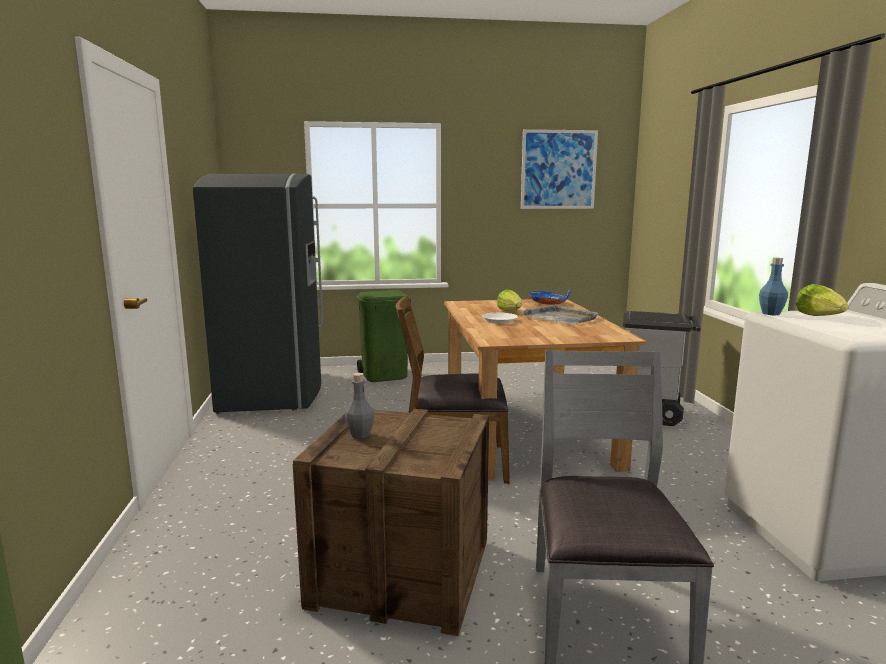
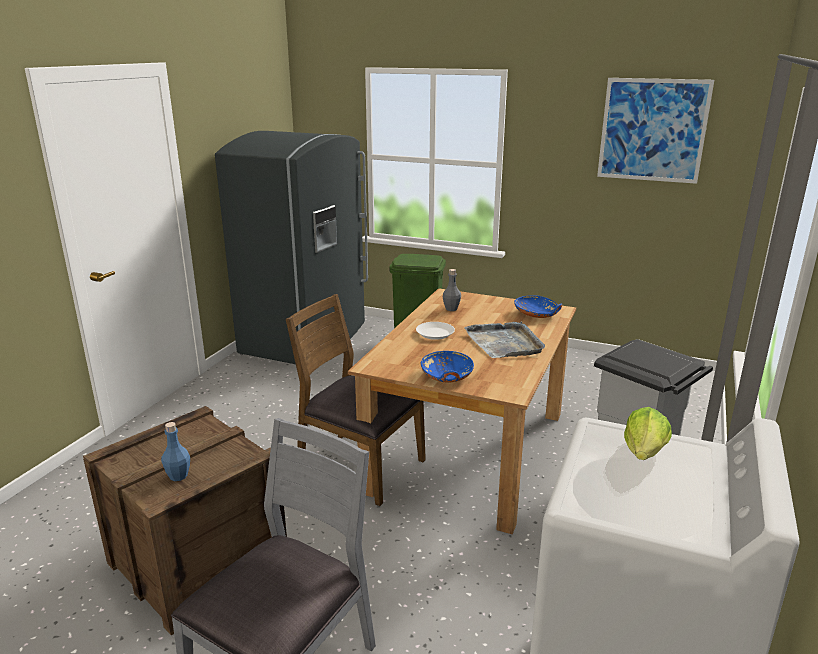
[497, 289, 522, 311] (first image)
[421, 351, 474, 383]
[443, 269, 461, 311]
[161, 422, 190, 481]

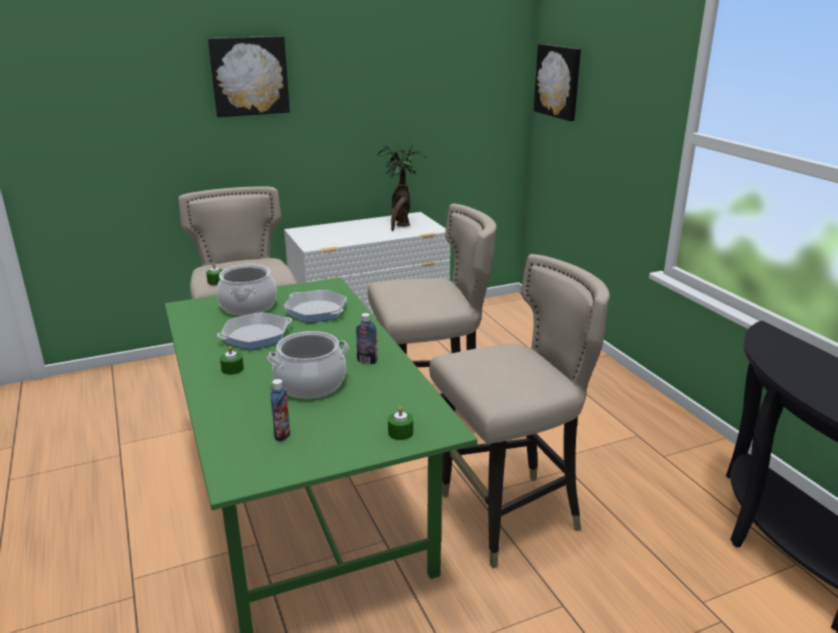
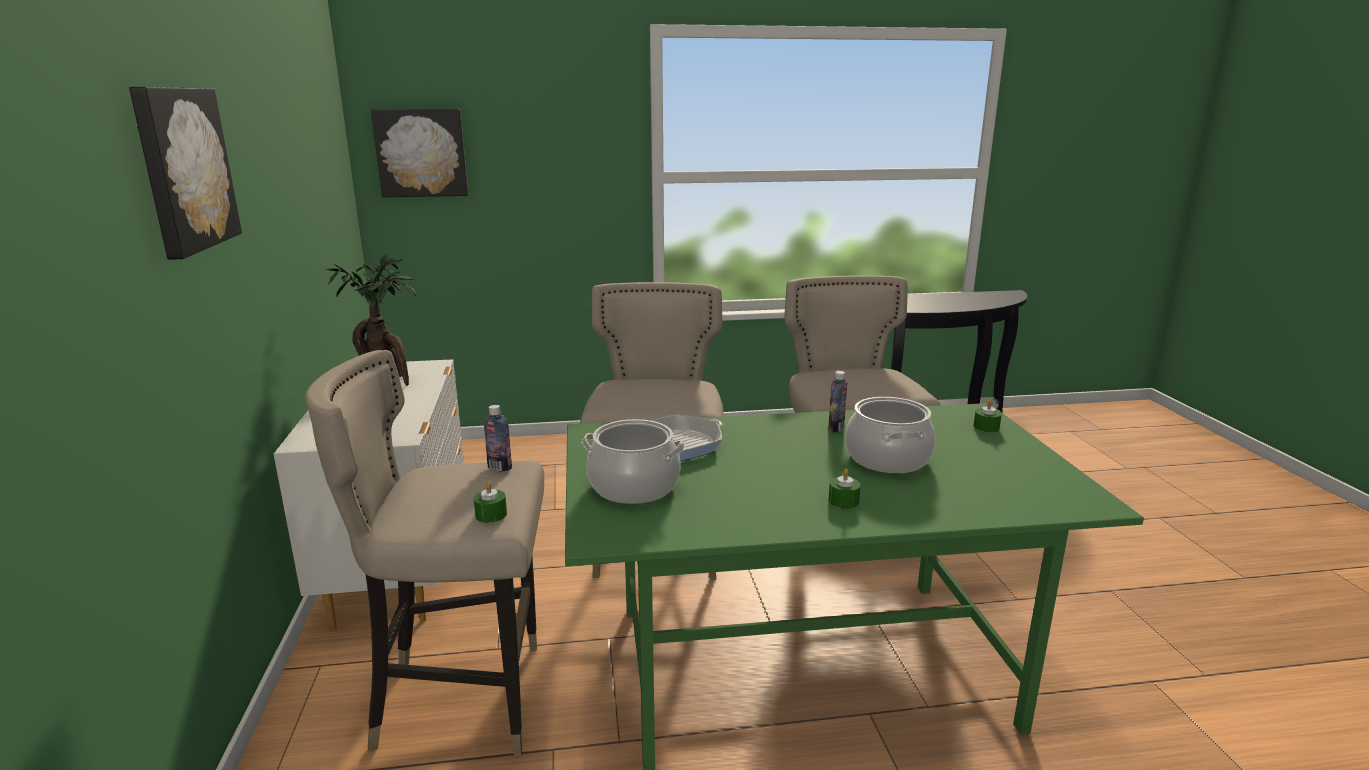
[217, 312, 292, 350] (first image)
[484, 405, 512, 471]

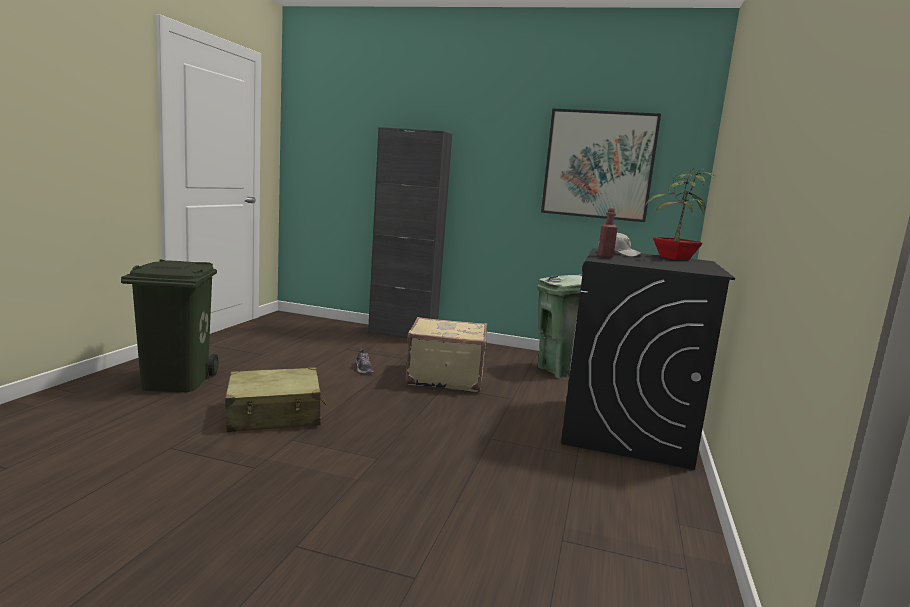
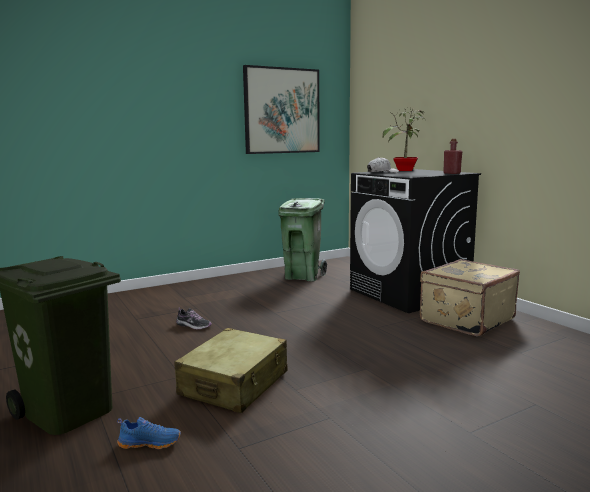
[368, 127, 452, 339] (first image)
[117, 417, 181, 449]
[420, 259, 520, 336]
[443, 139, 462, 174]

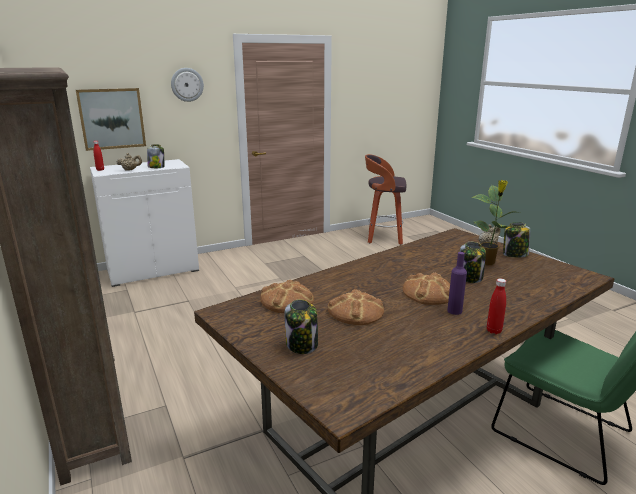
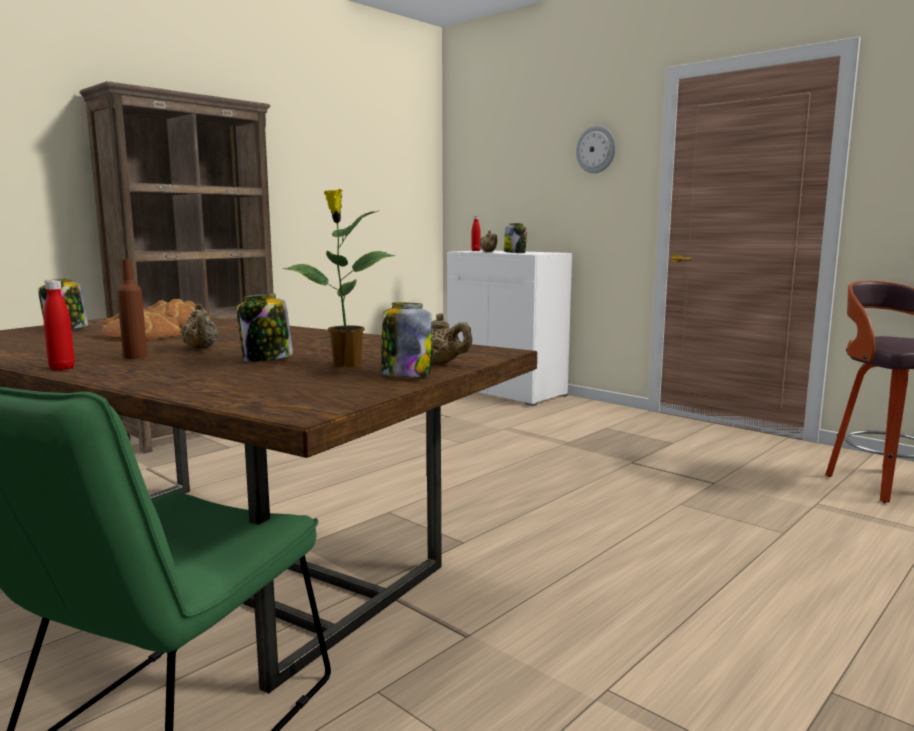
[76, 88, 146, 151] (first image)
[180, 304, 218, 349]
[117, 259, 147, 359]

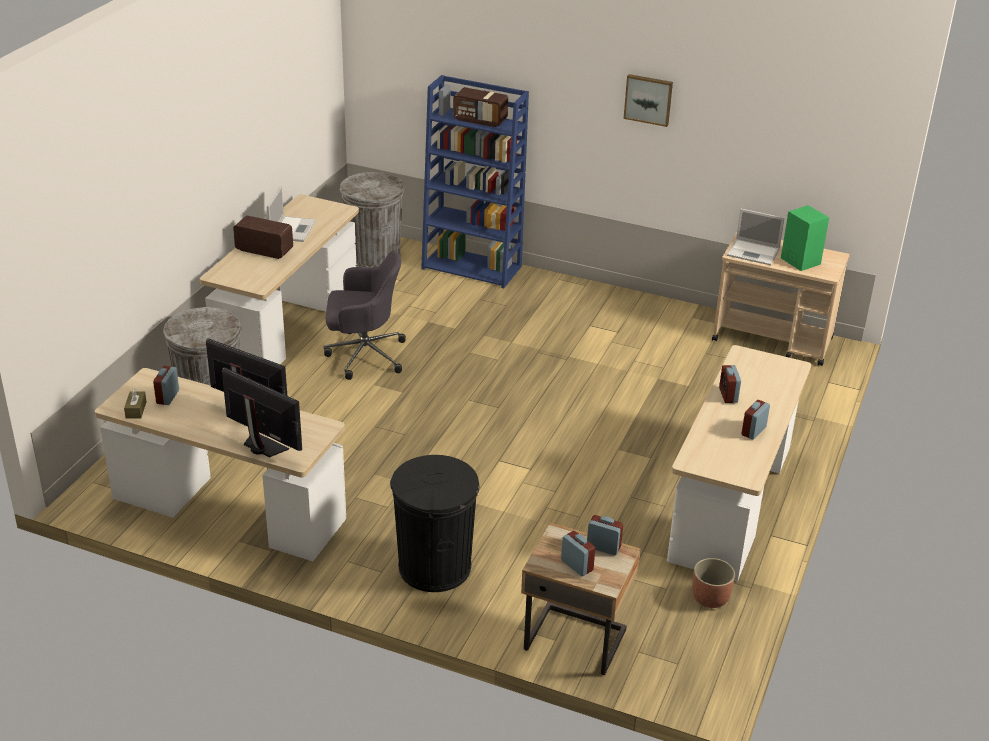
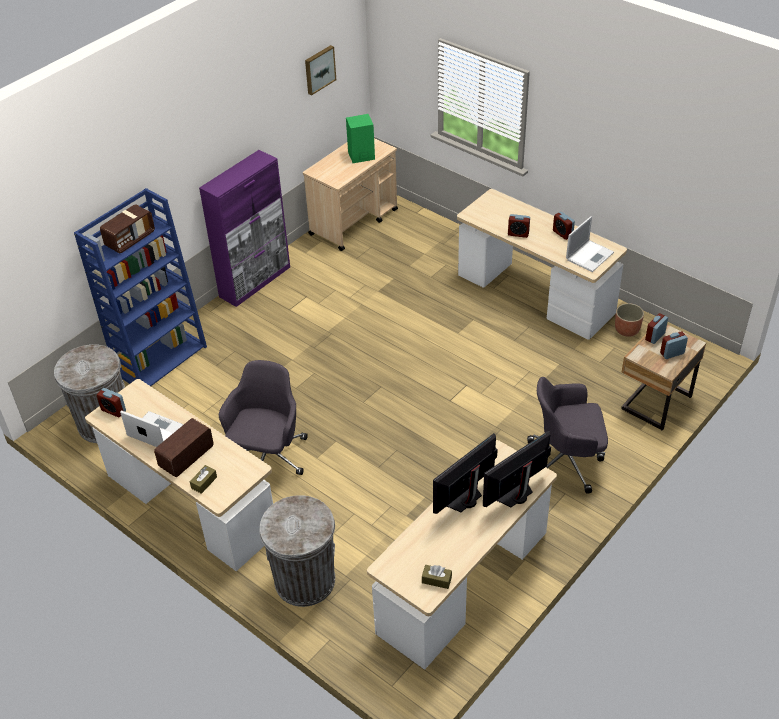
[190, 465, 217, 494]
[199, 150, 290, 307]
[97, 388, 126, 417]
[305, 45, 336, 95]
[566, 216, 614, 272]
[527, 377, 608, 494]

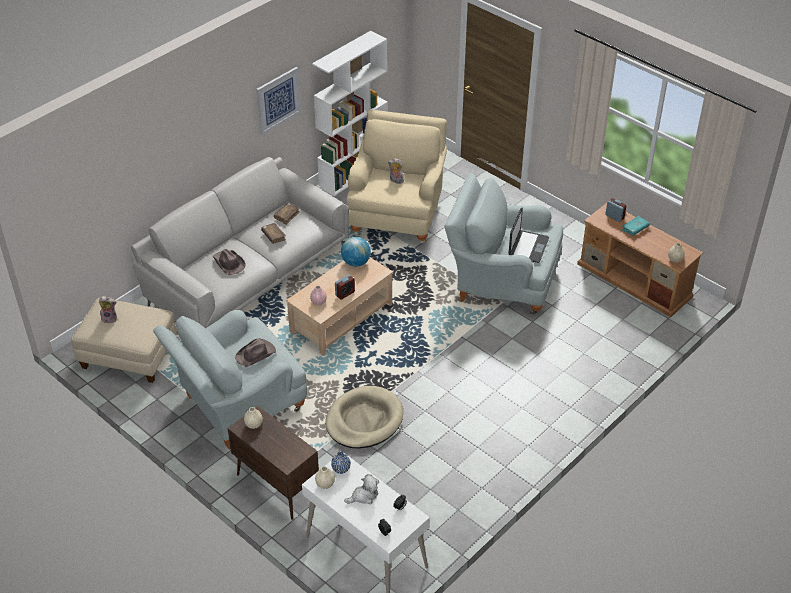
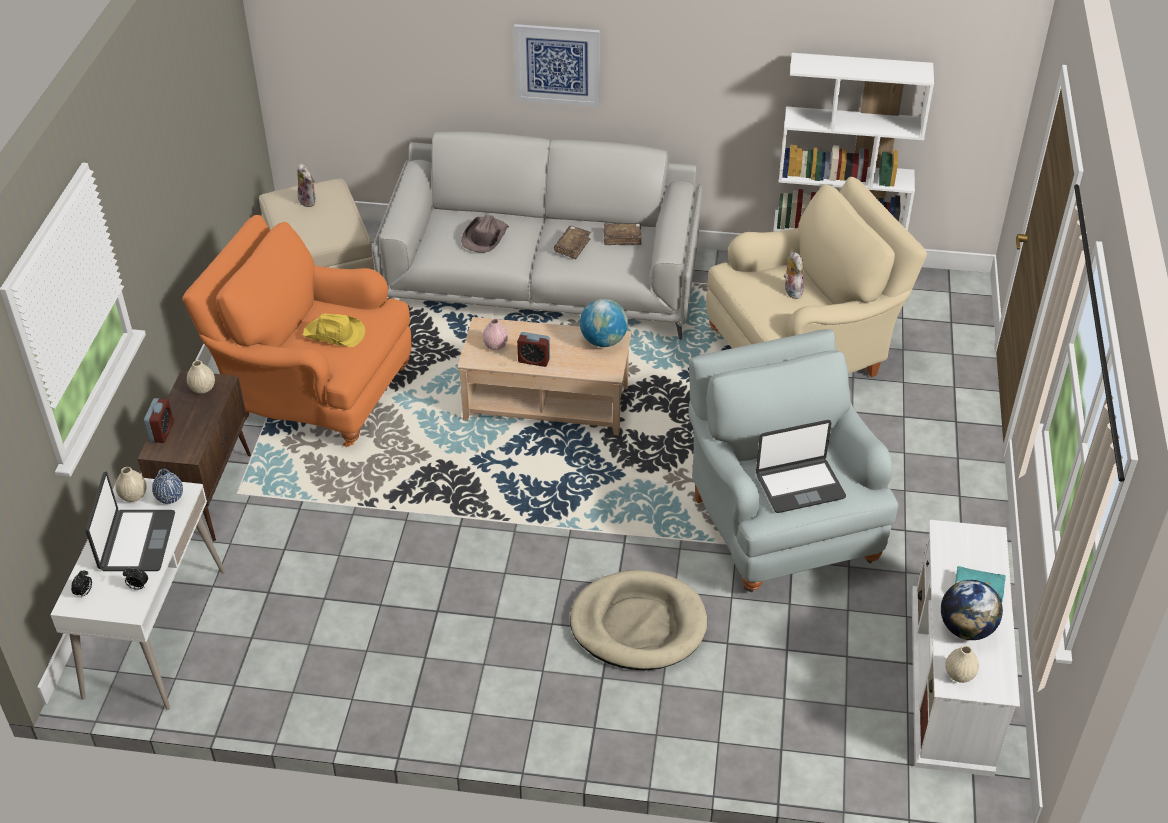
[941, 580, 1003, 640]
[514, 24, 600, 107]
[570, 570, 707, 670]
[144, 398, 174, 443]
[85, 472, 175, 571]
[182, 215, 412, 447]
[303, 313, 365, 347]
[912, 520, 1020, 777]

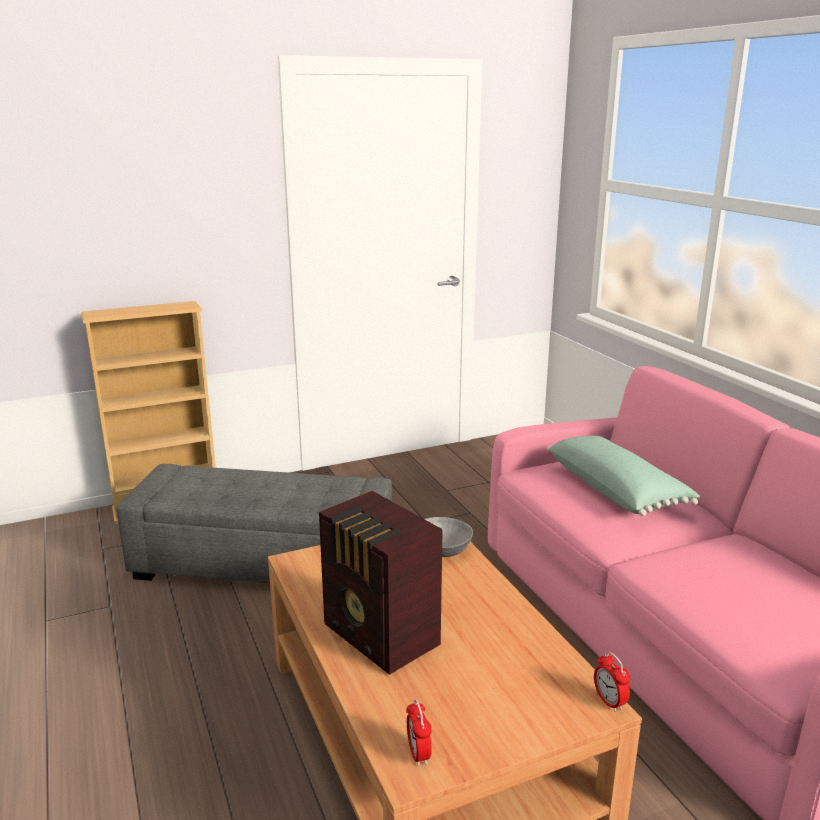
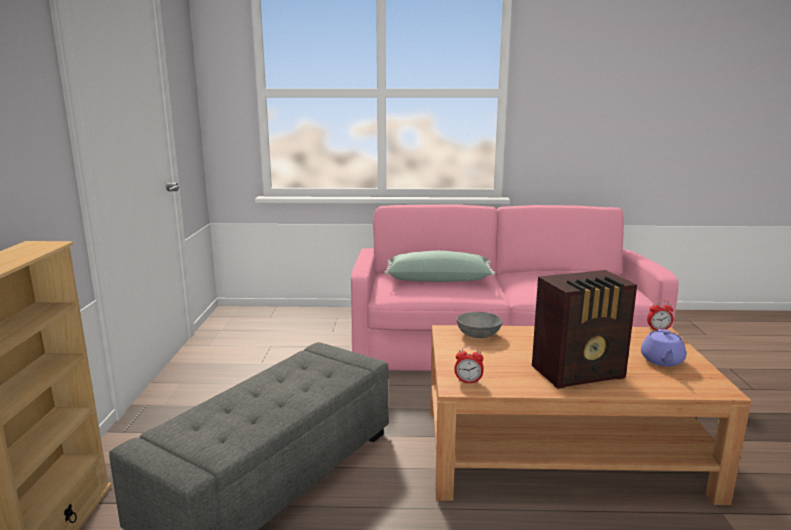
[641, 329, 686, 367]
[454, 346, 484, 384]

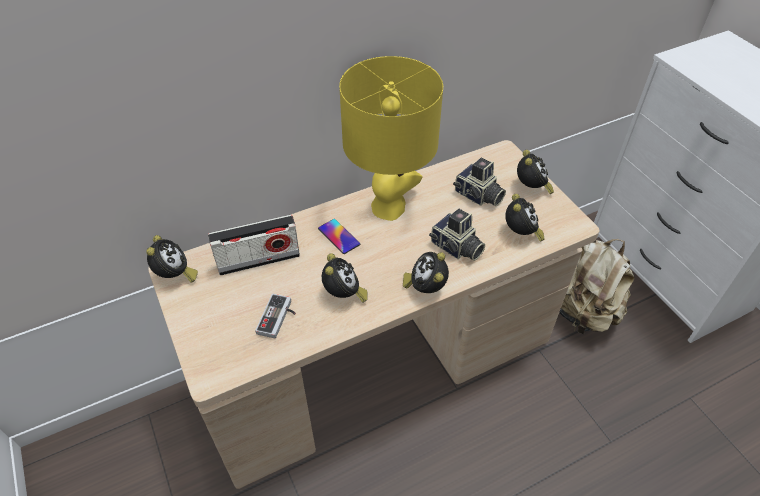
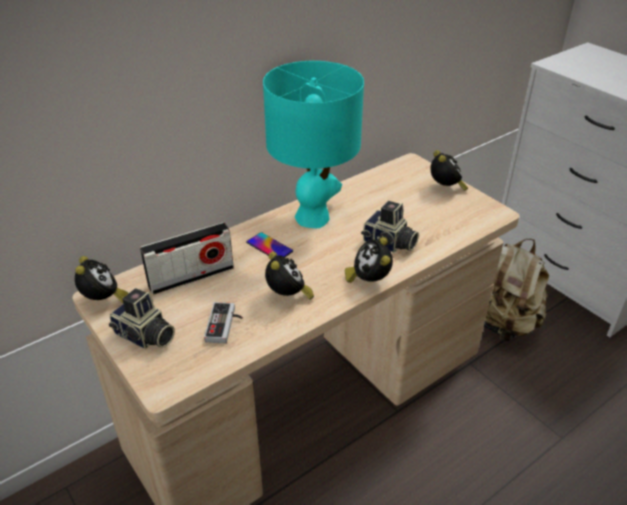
[505, 194, 545, 242] (first image)
[109, 288, 175, 349]
[263, 61, 364, 228]

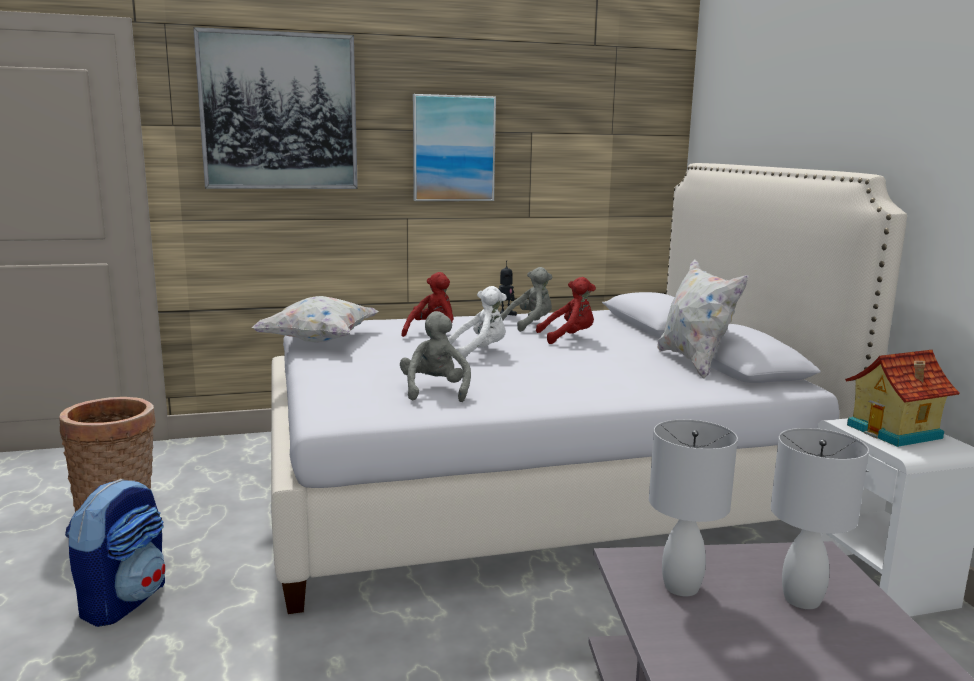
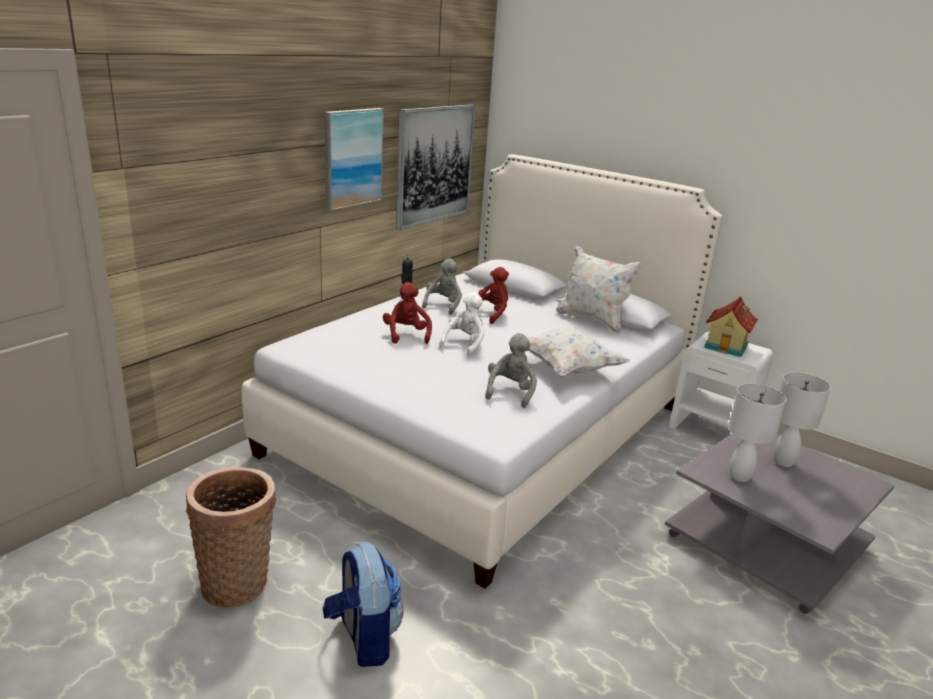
[396, 104, 475, 230]
[526, 328, 630, 378]
[485, 333, 537, 408]

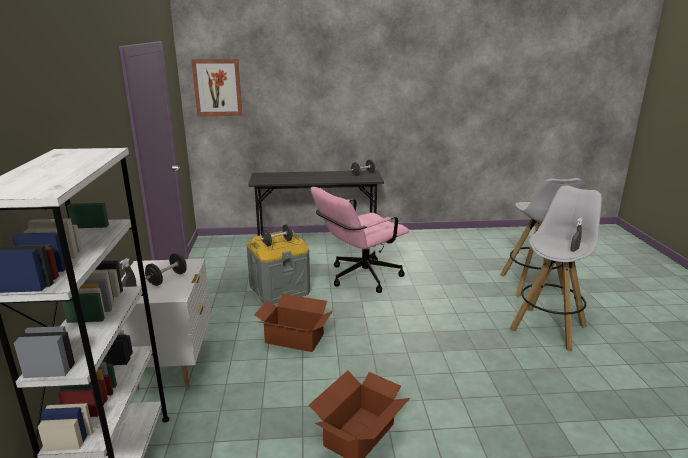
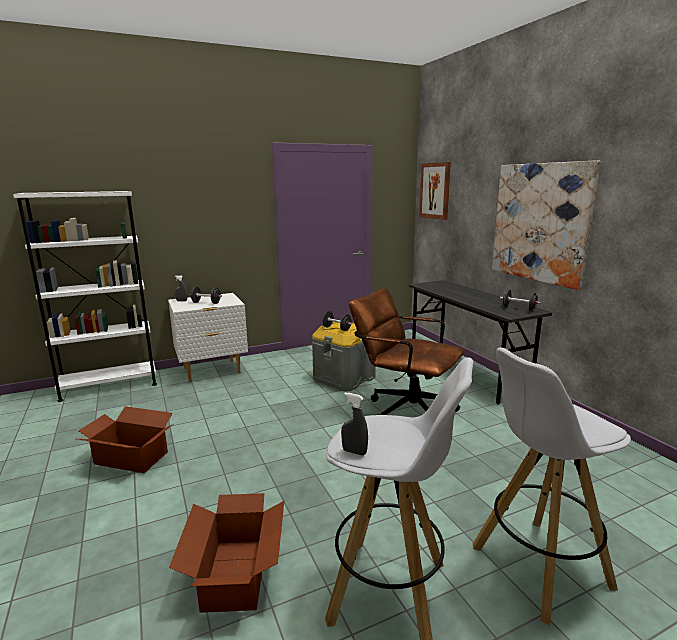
[492, 161, 601, 290]
[169, 493, 284, 613]
[349, 287, 465, 415]

